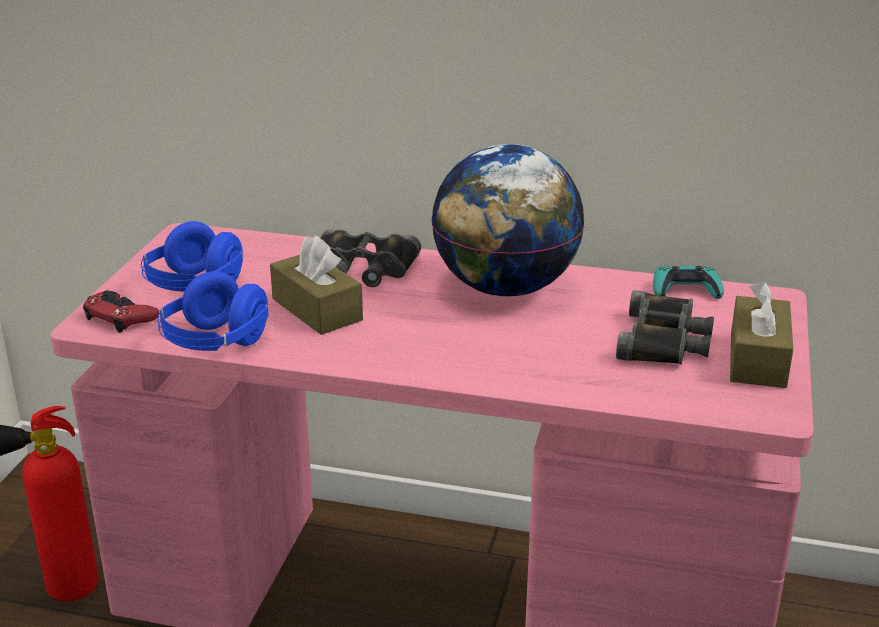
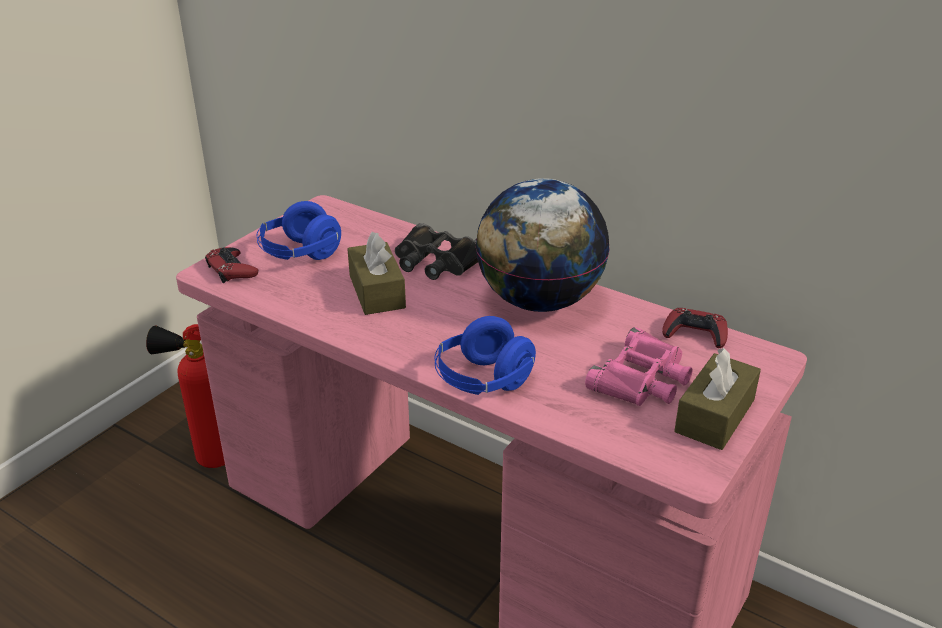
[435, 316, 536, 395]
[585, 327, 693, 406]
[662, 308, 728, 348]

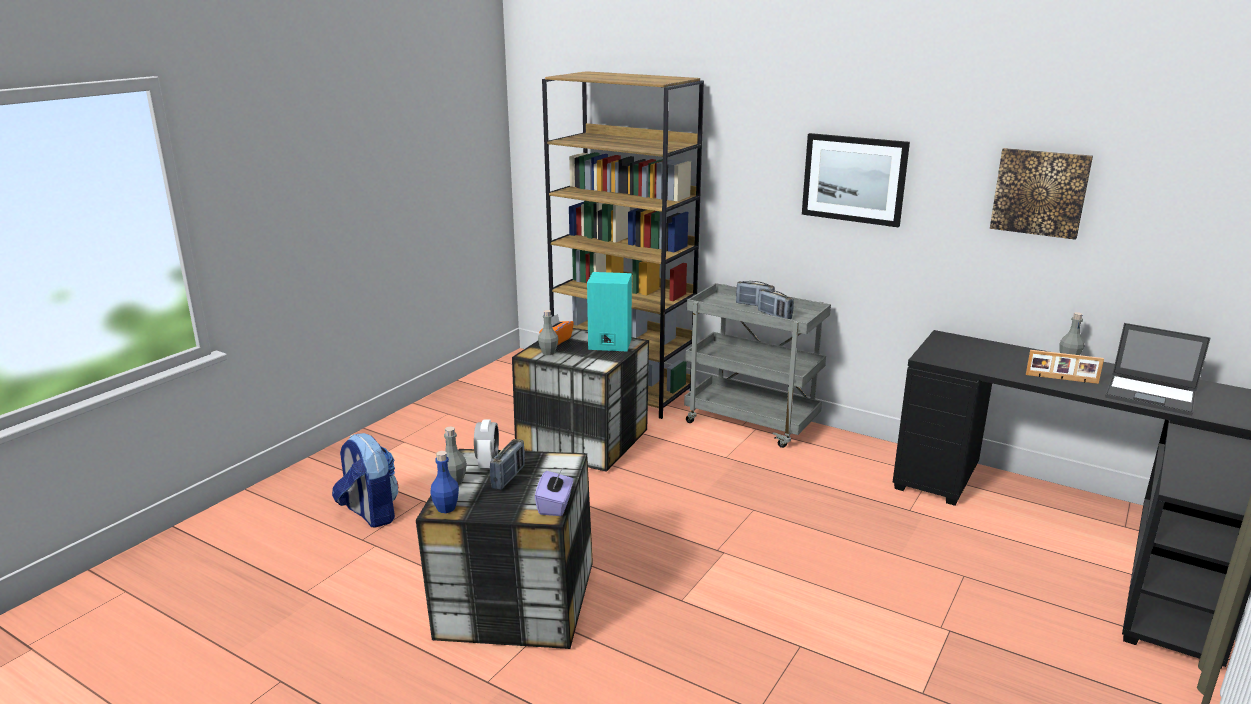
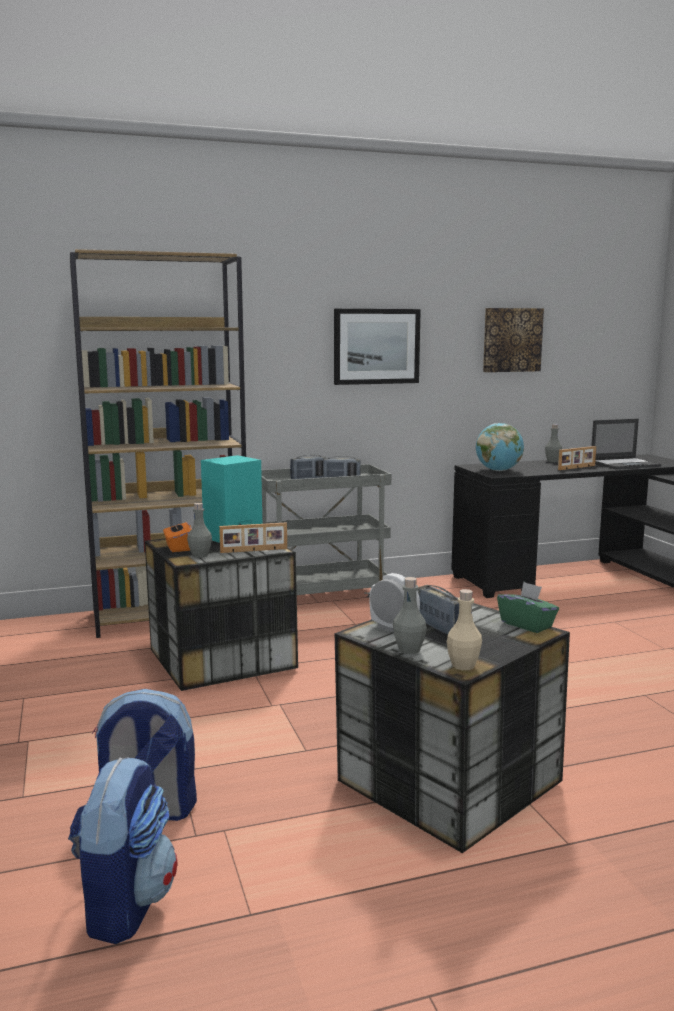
[68, 757, 177, 944]
[219, 522, 287, 553]
[476, 423, 524, 471]
[447, 589, 482, 670]
[497, 582, 559, 633]

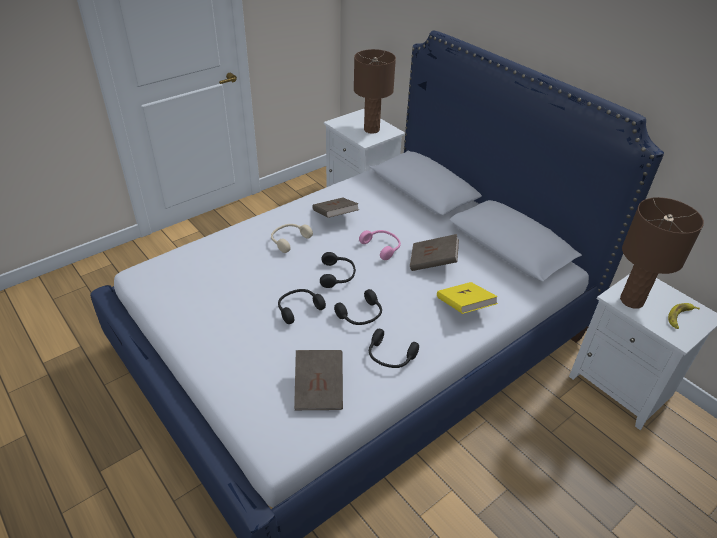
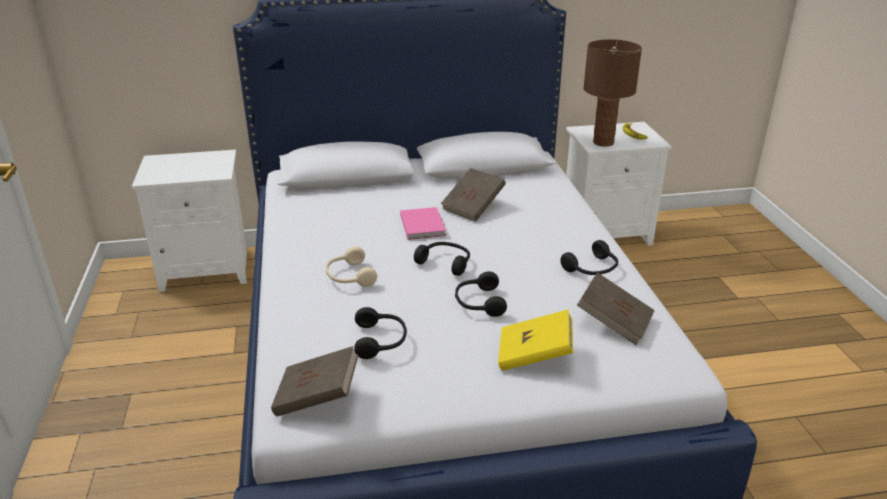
[354, 49, 396, 134] (first image)
[271, 346, 358, 416]
[354, 307, 407, 359]
[498, 309, 573, 371]
[400, 207, 446, 240]

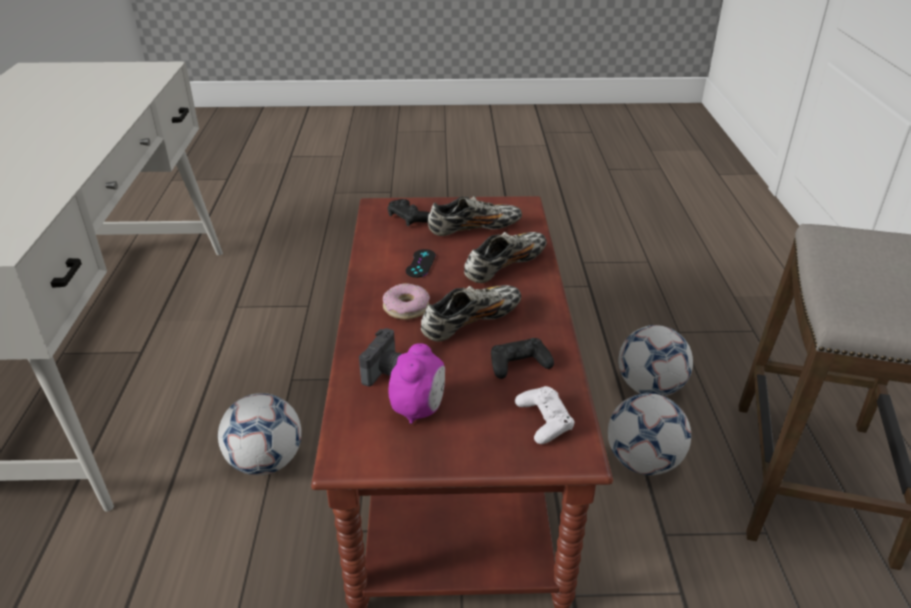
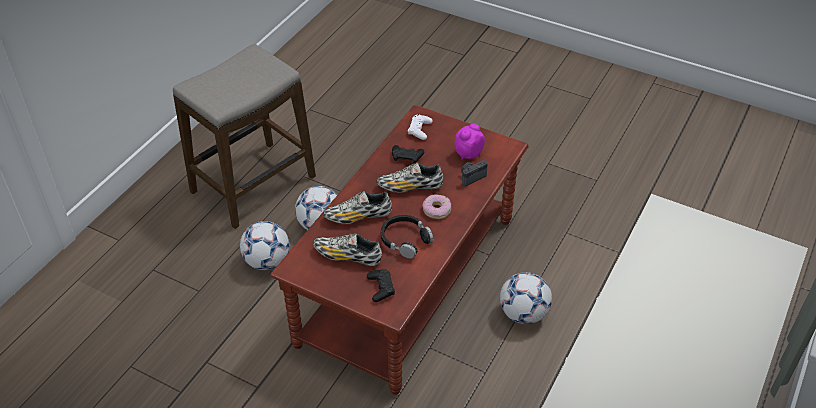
[381, 215, 434, 259]

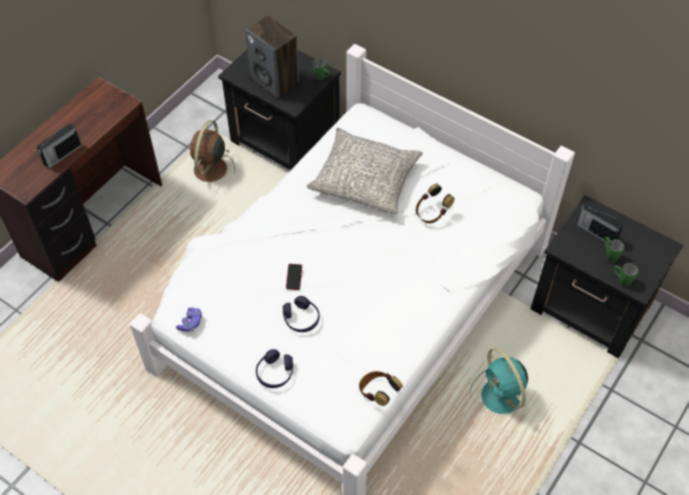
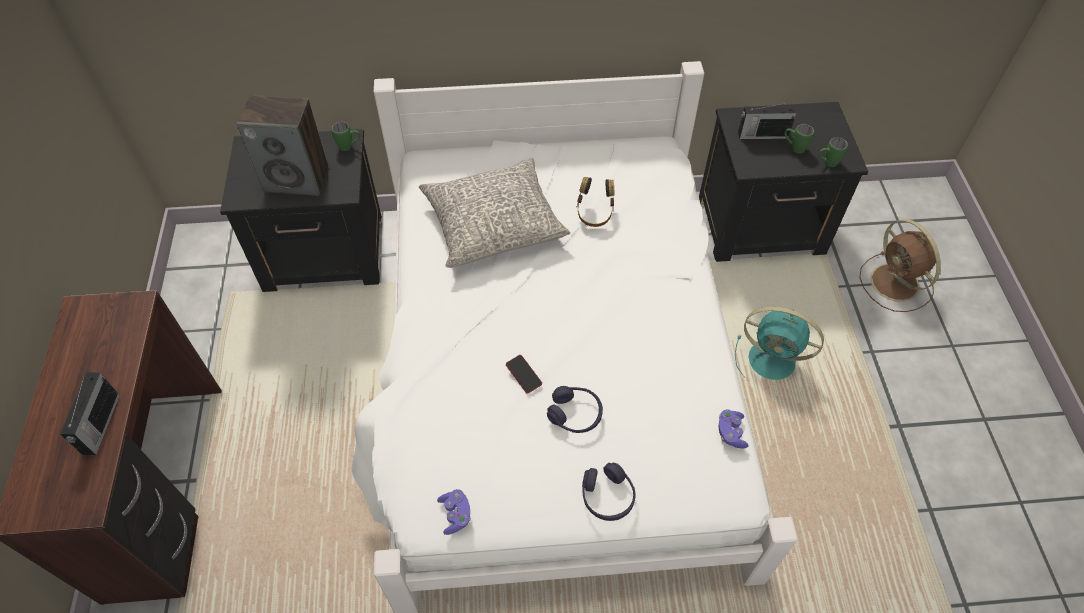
[859, 219, 941, 312]
[718, 409, 749, 448]

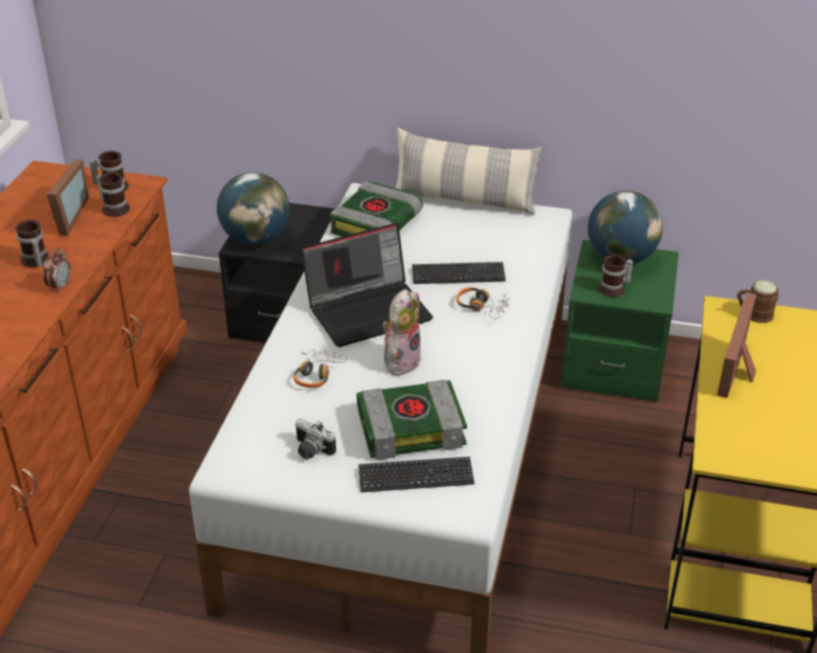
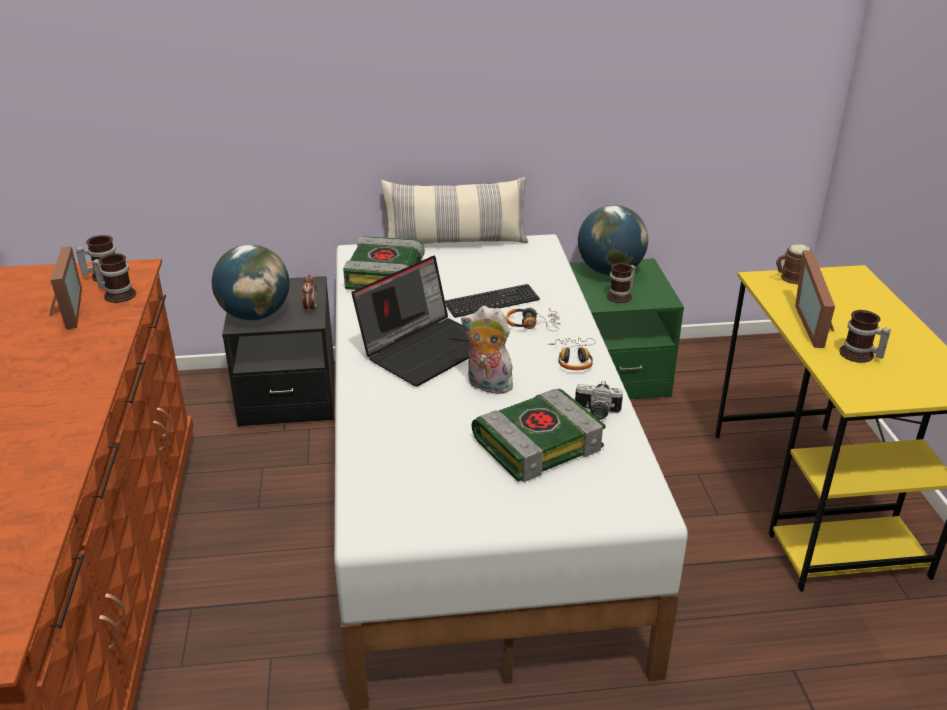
[358, 457, 474, 492] (first image)
[839, 310, 891, 363]
[302, 274, 317, 313]
[551, 337, 596, 370]
[575, 381, 623, 420]
[461, 306, 513, 396]

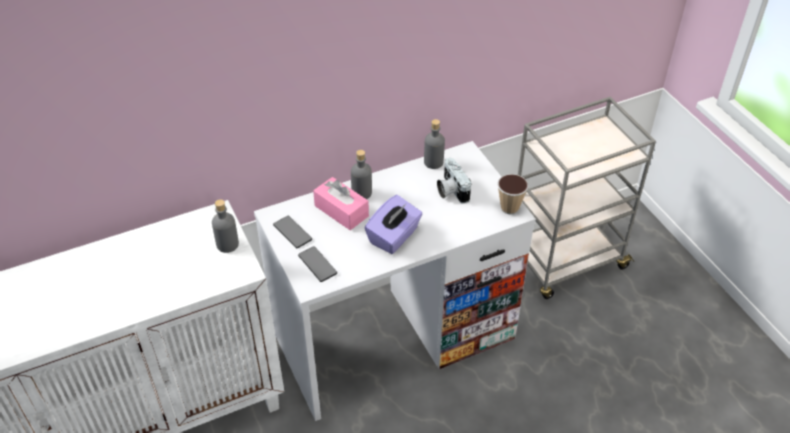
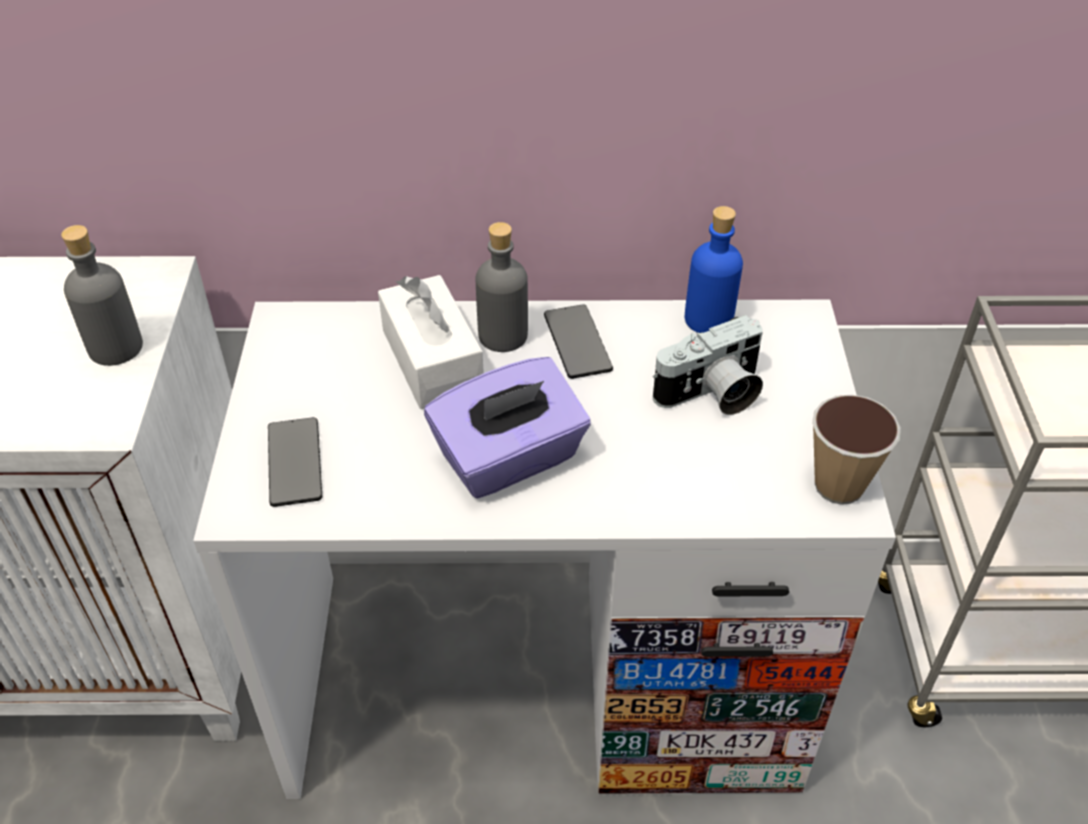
[544, 305, 613, 379]
[378, 275, 484, 409]
[685, 206, 743, 333]
[653, 315, 763, 415]

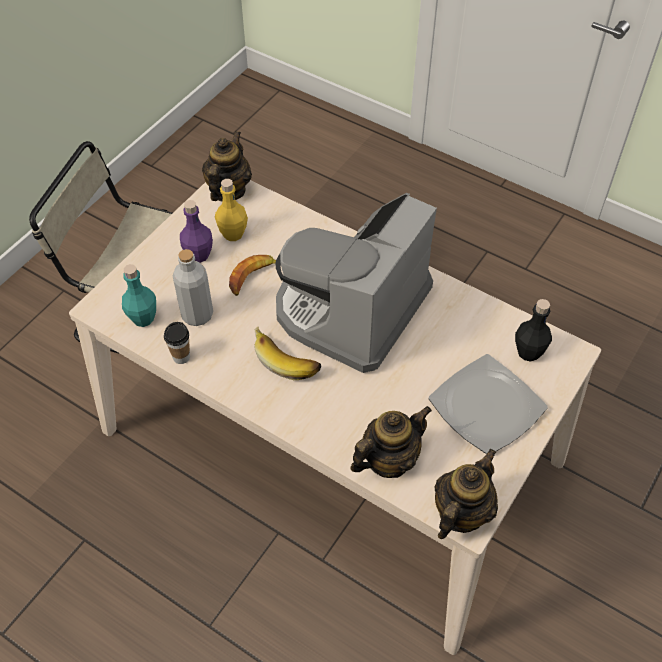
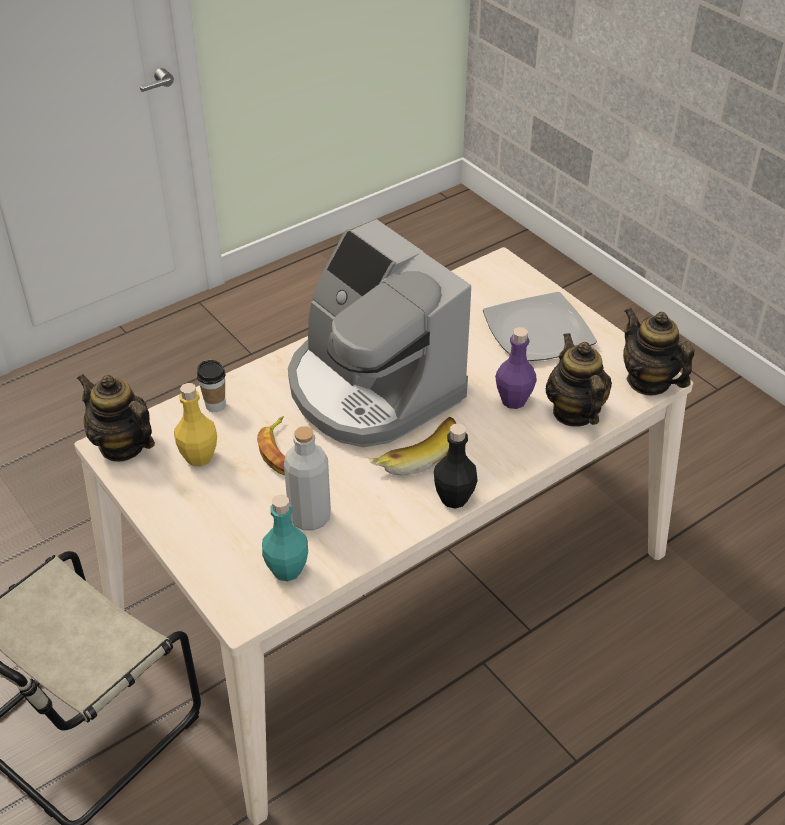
[197, 360, 226, 412]
[495, 327, 537, 409]
[434, 423, 478, 508]

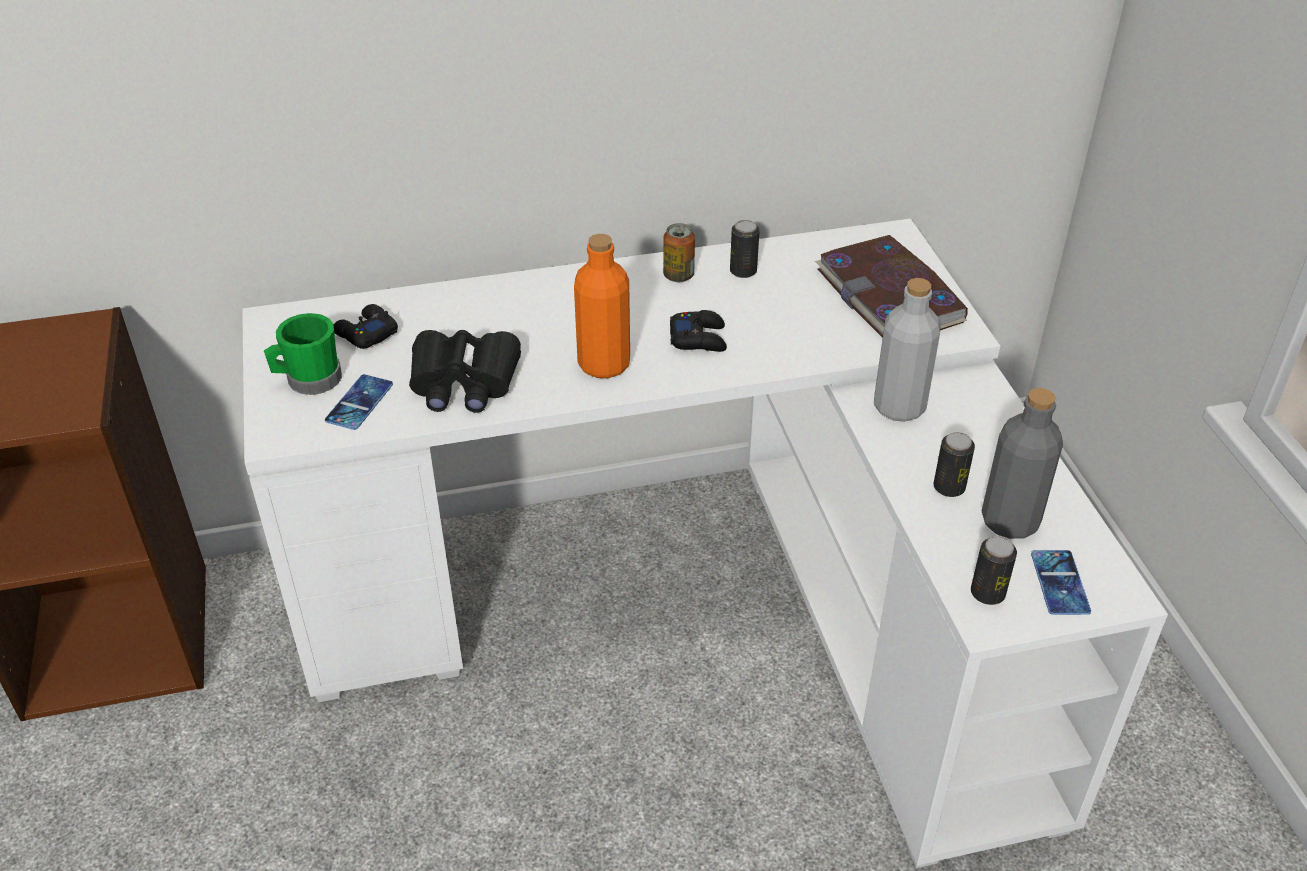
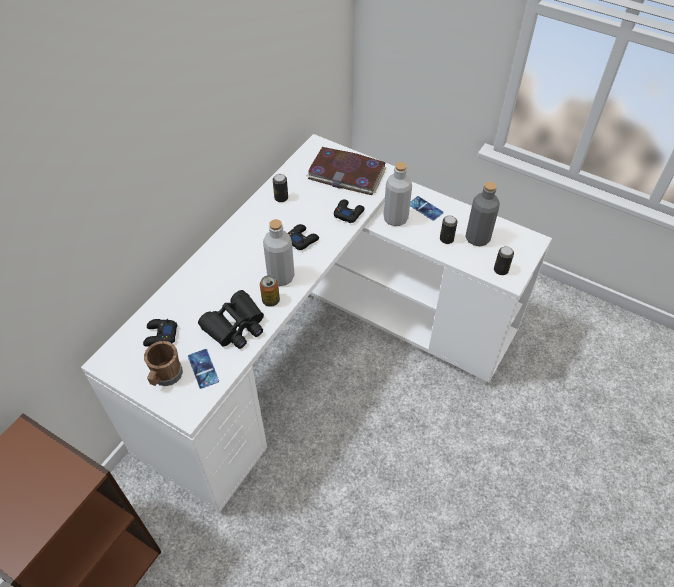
[334, 199, 365, 223]
[260, 275, 280, 307]
[410, 196, 444, 221]
[144, 341, 183, 386]
[263, 219, 295, 286]

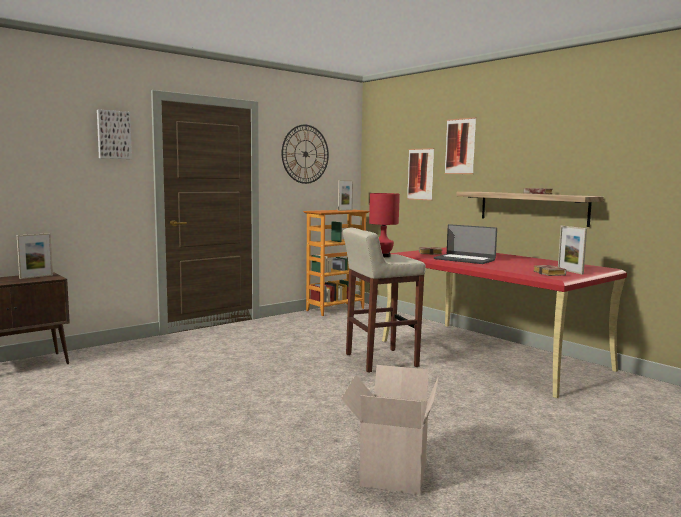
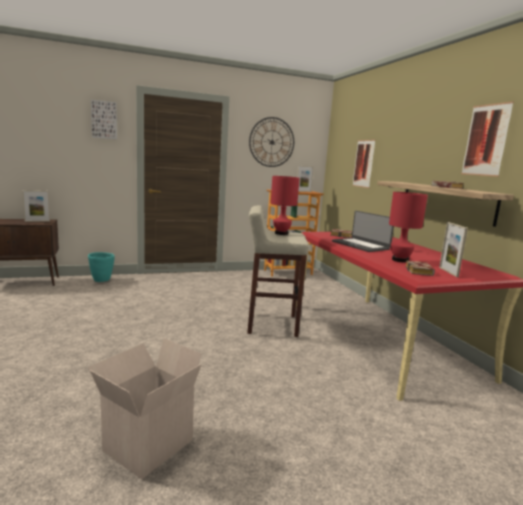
[88, 252, 115, 282]
[389, 192, 428, 263]
[461, 102, 514, 177]

